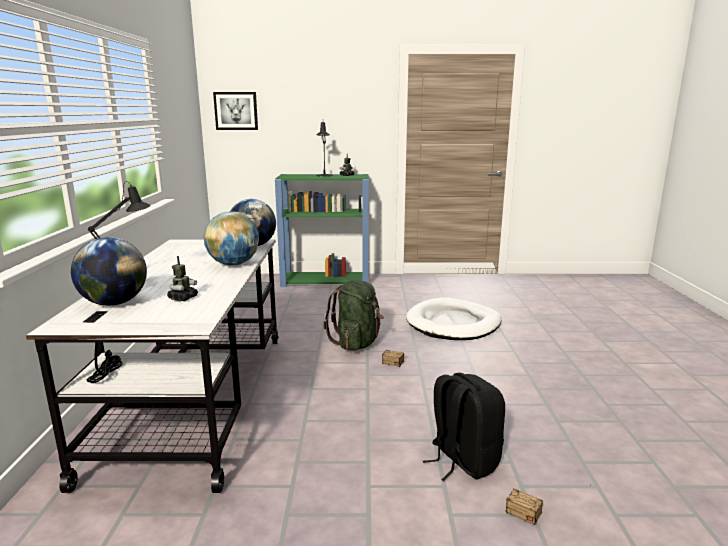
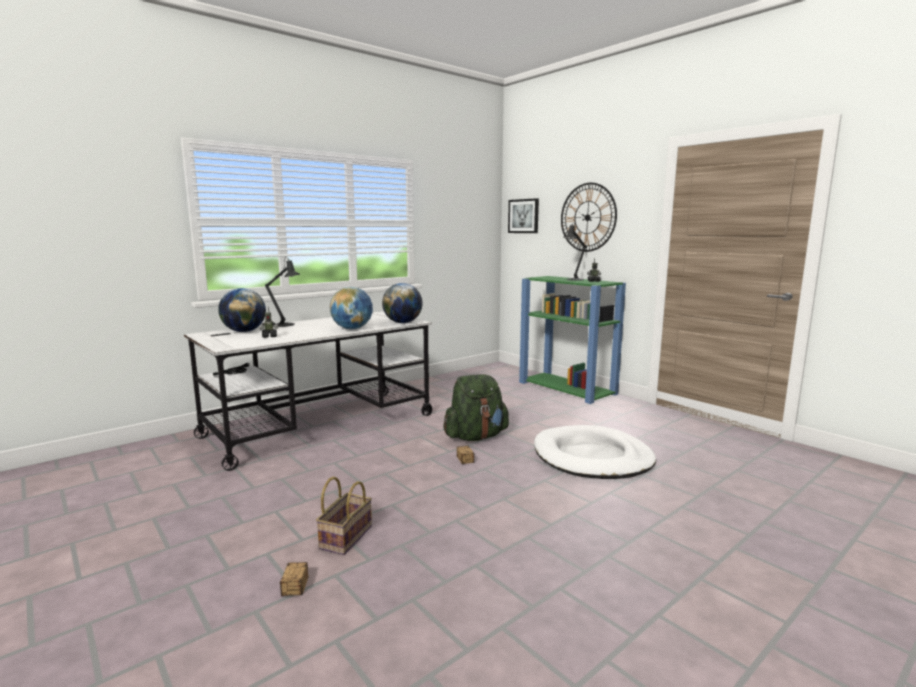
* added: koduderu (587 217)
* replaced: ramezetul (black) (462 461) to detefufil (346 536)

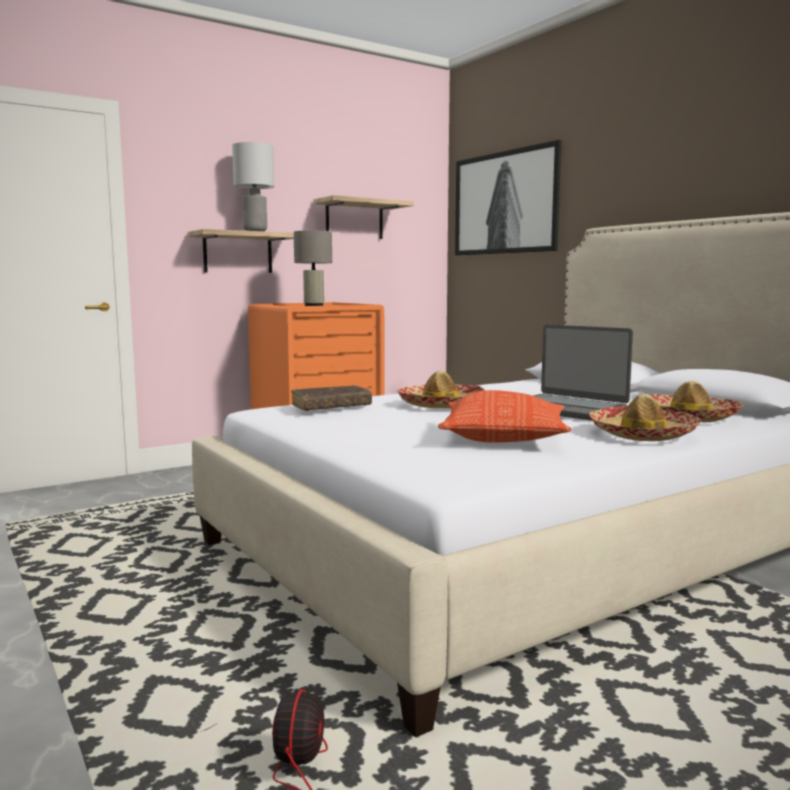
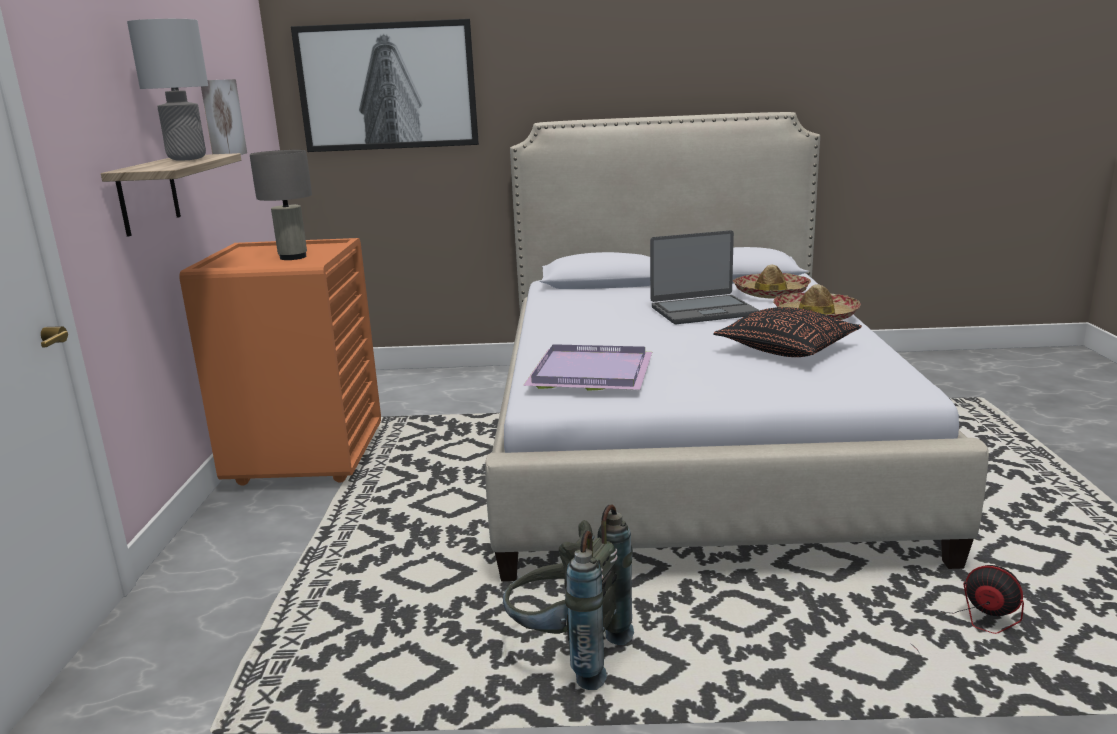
* removed: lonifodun (441 404)
* added: ramezetul (grey) (568 654)
* replaced: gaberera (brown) (331 407) to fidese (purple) (593 372)
* replaced: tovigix (354 220) to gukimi (221 119)
* recoloured: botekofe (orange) (504 438) to botekofe (black) (787 349)

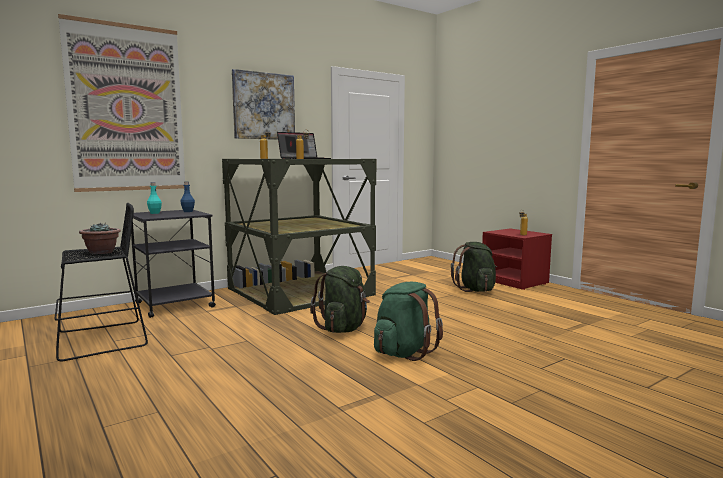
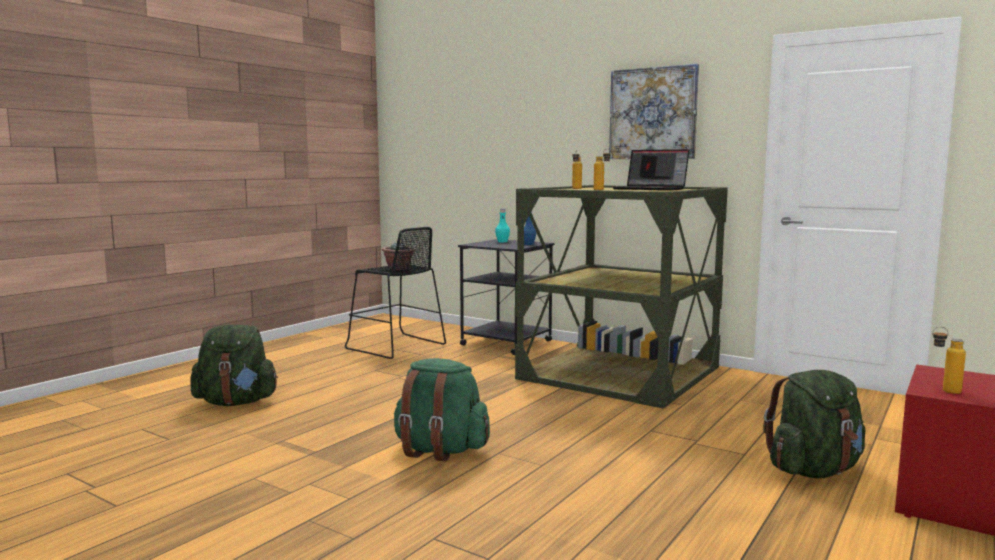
* removed: gukimi (127 108)
* moved: ramezetul (green) (343 328) to (236 402)

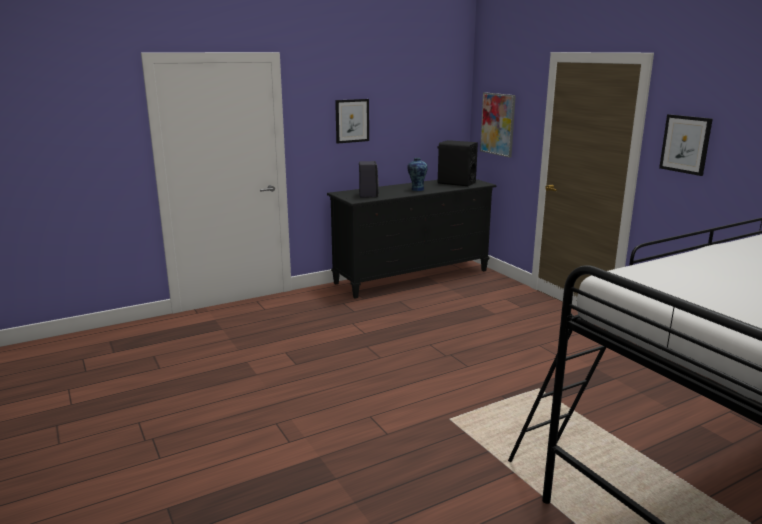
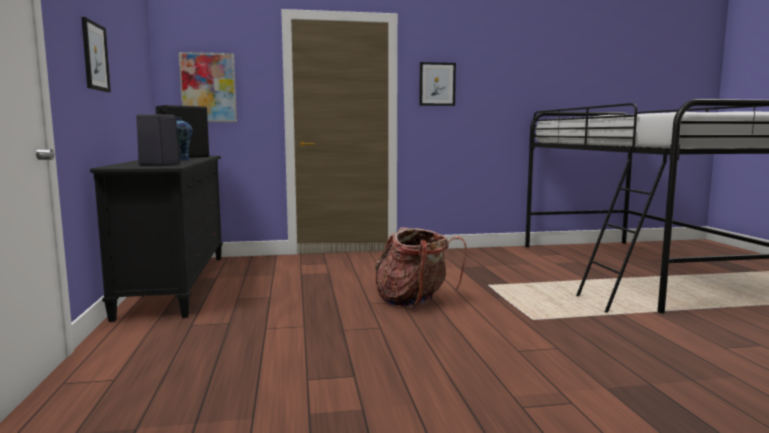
* added: ramezetul (415 301)

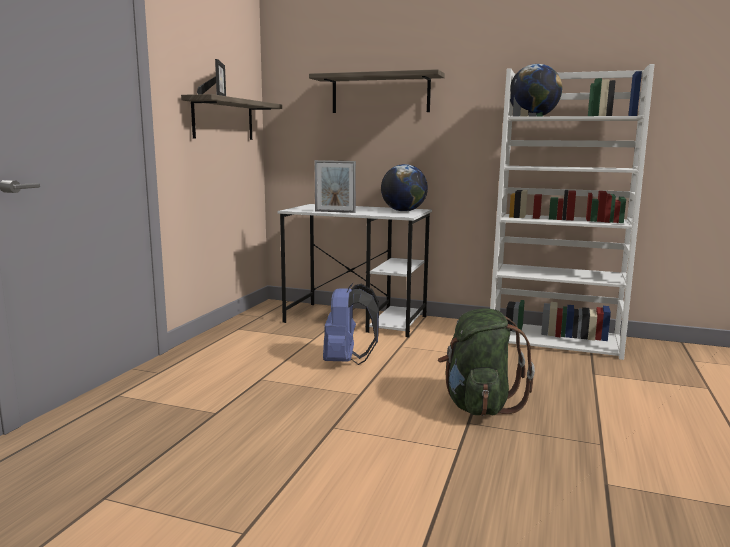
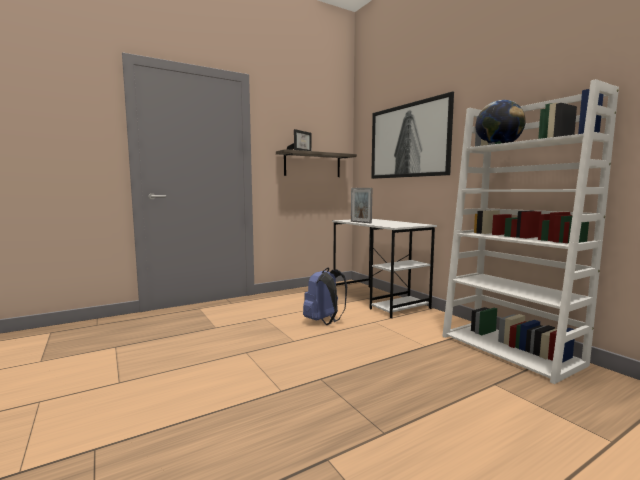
* removed: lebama (403 211)
* removed: ramezetul (green) (478 405)
* replaced: tovigix (380 94) to gukimi (409 141)

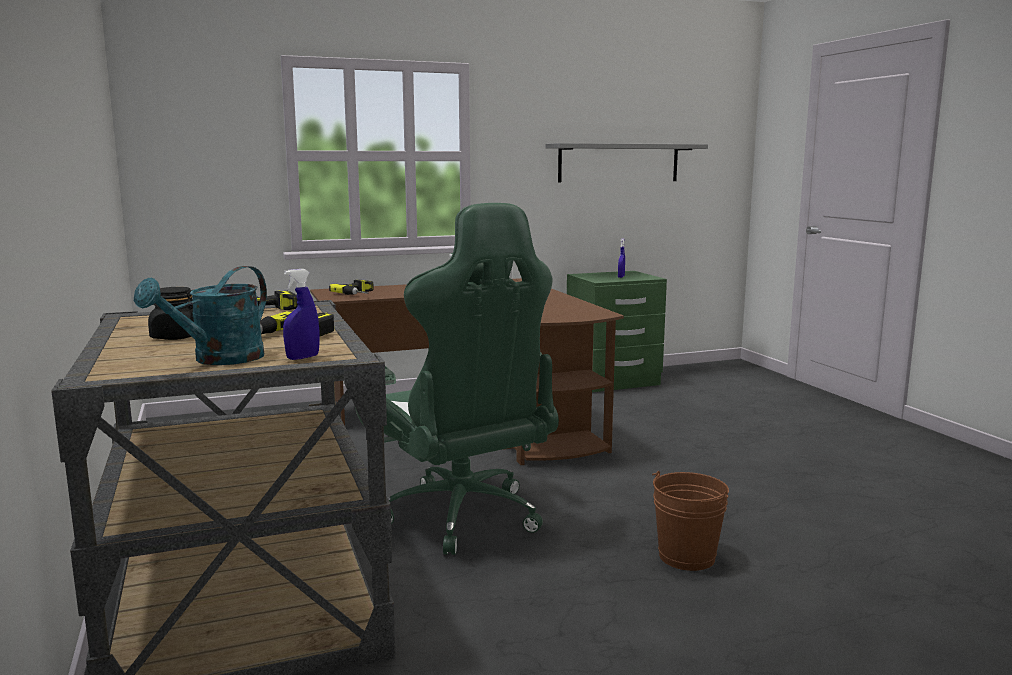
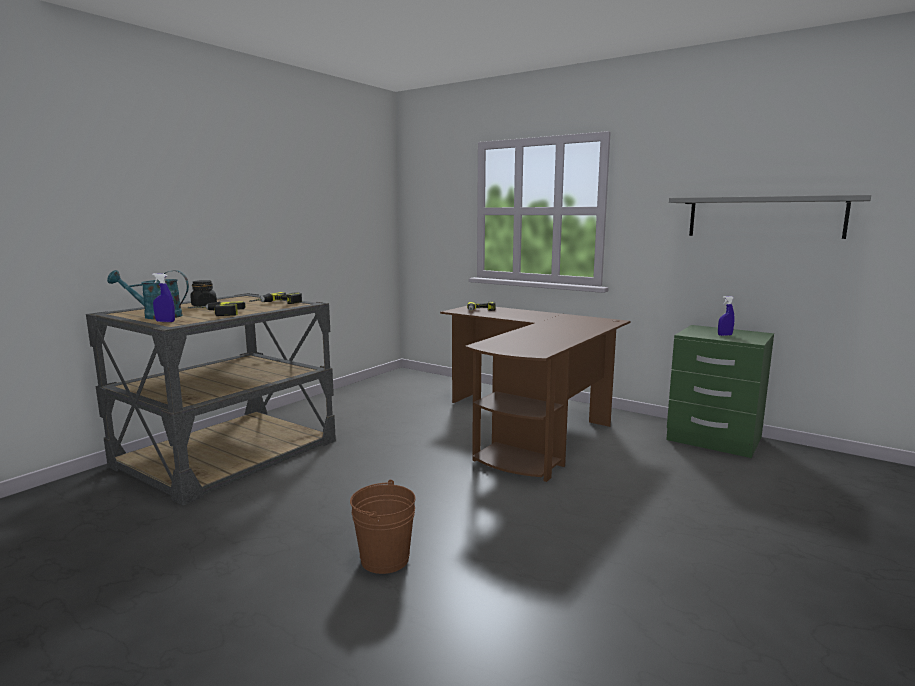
* removed: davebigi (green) (456 513)

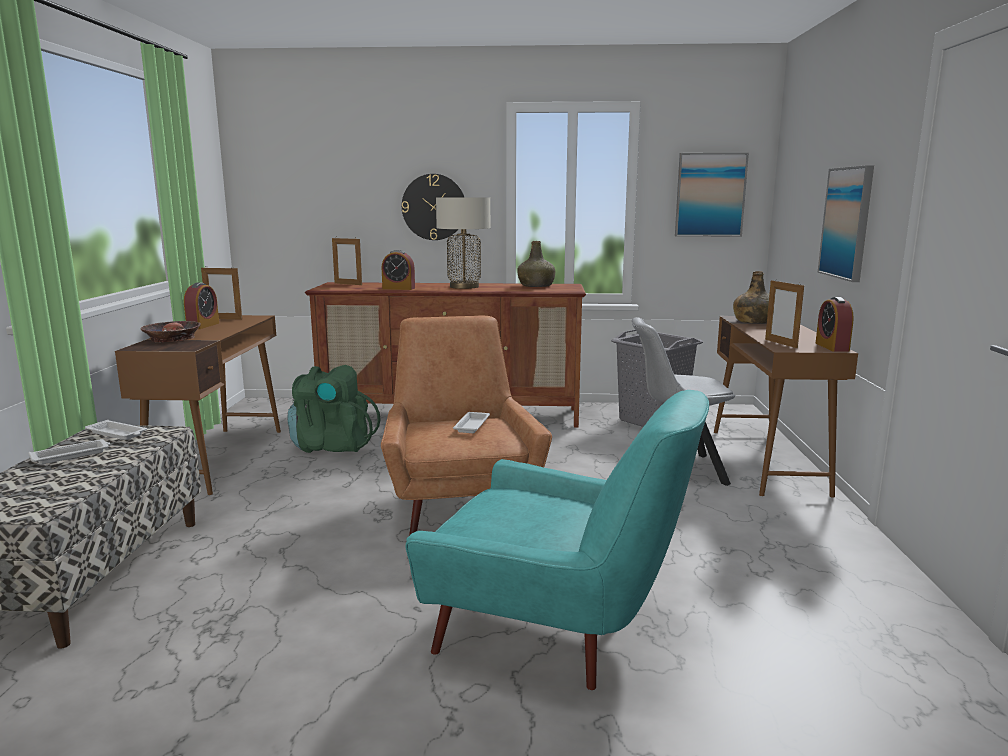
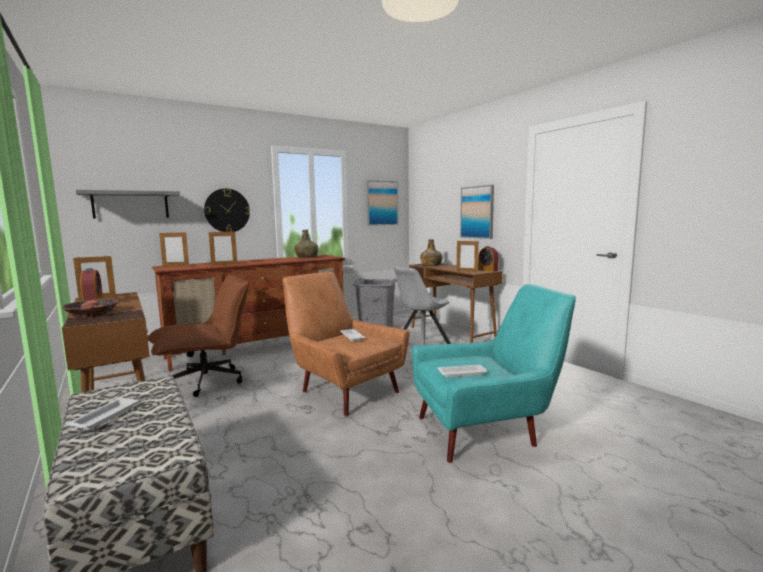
* removed: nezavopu (464 286)
* added: tovigix (grey) (131 205)
* moved: fidese (white) (117 434) to (463 373)
* replaced: ramezetul (green) (332 446) to davebigi (brown) (204 382)
* replaced: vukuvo (398 288) to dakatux (224 264)

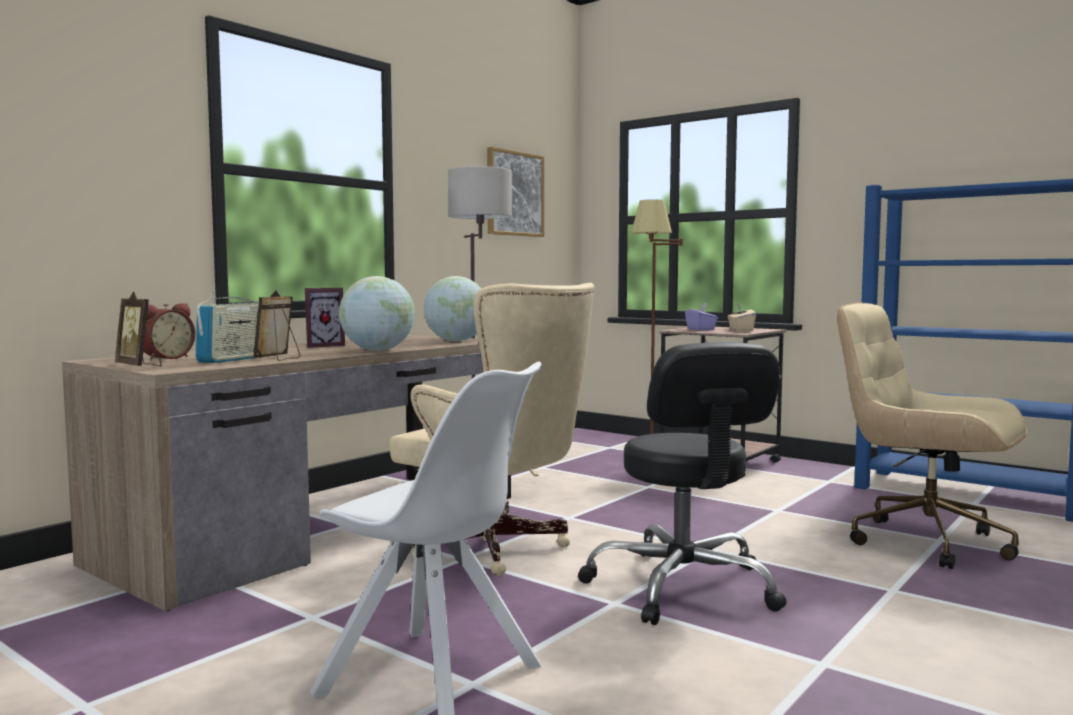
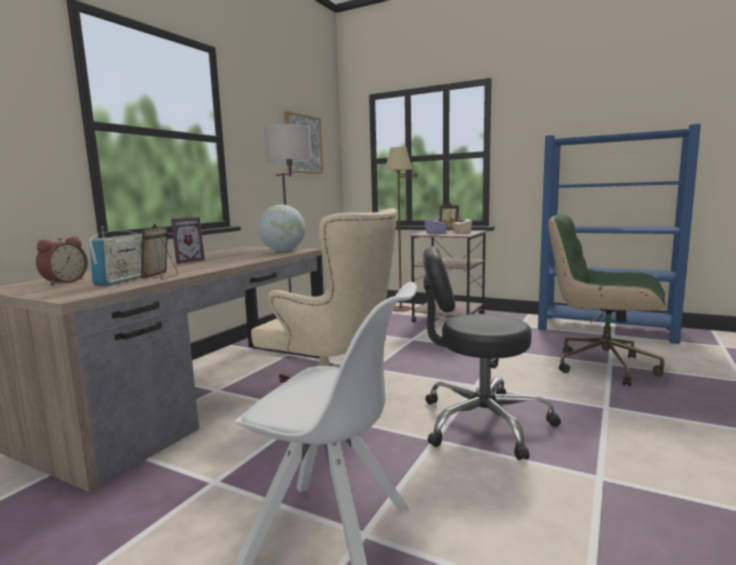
* removed: lebama (377 350)
* moved: dakatux (139 366) to (449 231)
* recoloured: davebigi (beige) (923 541) to davebigi (green) (601 366)
* turned: davebigi (black) (685 591) = (477 423) 120 degrees clockwise

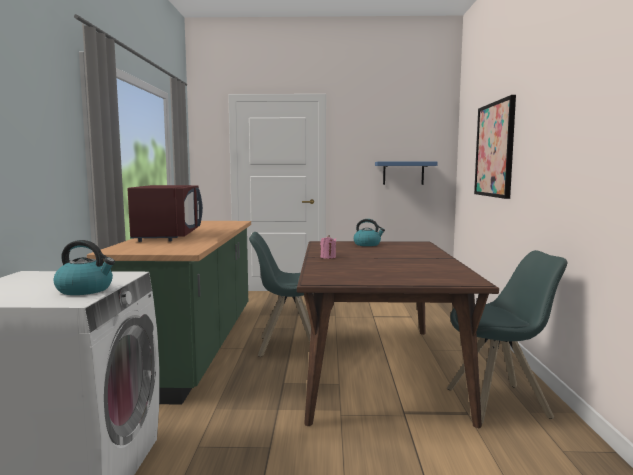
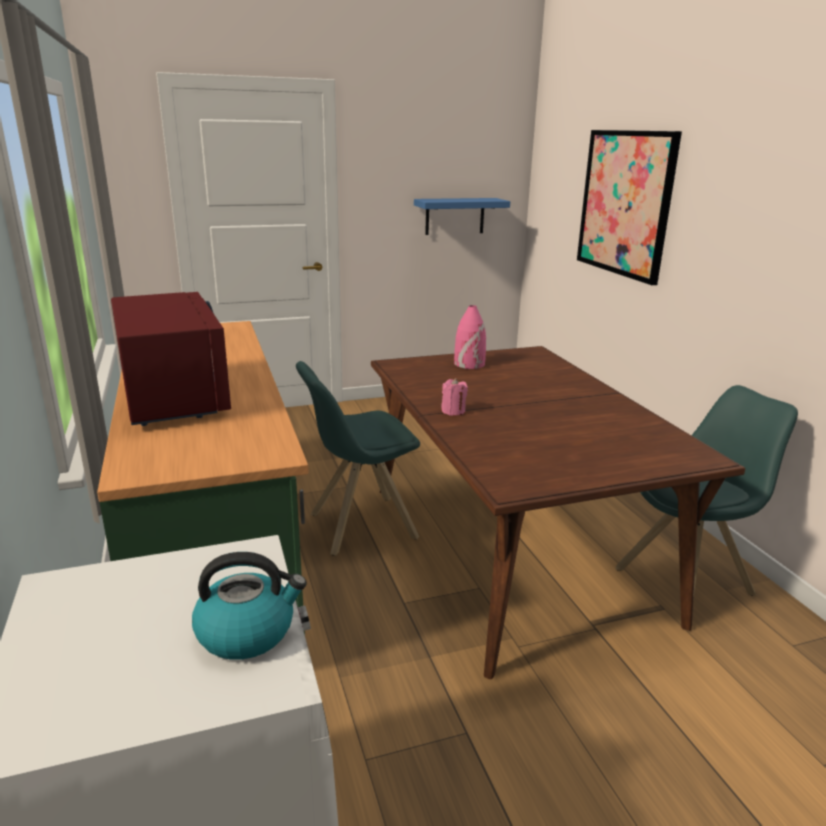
* replaced: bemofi (367 244) to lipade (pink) (469 364)

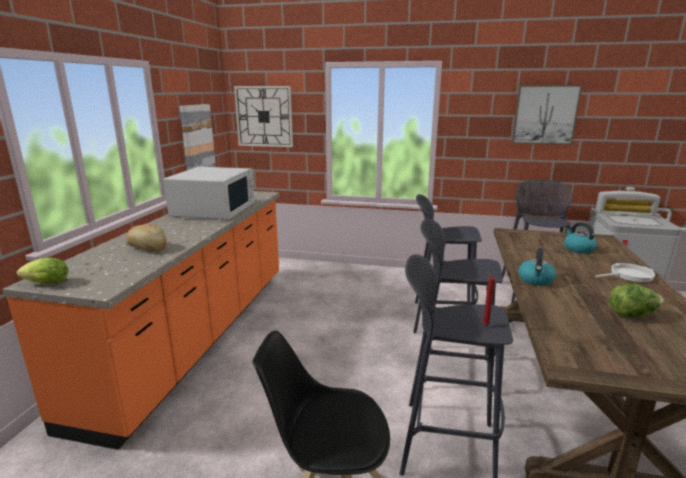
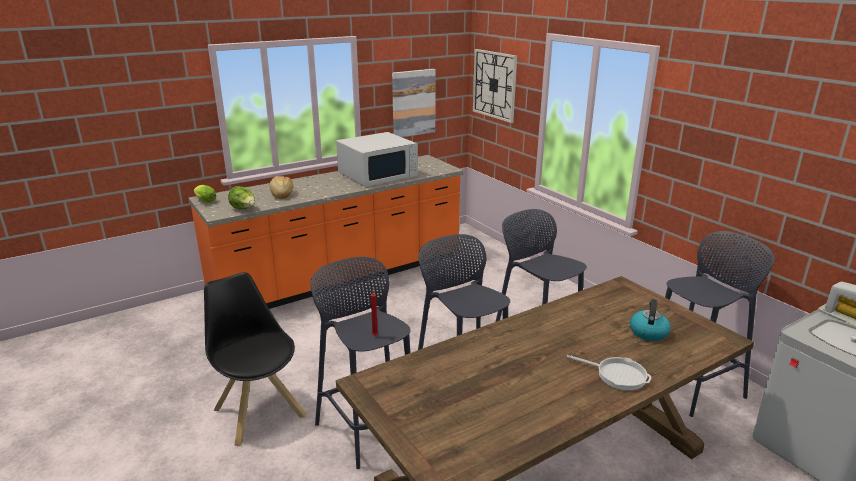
* removed: gukimi (545 115)
* removed: bemofi (536 280)
* moved: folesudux (632 315) to (244 209)

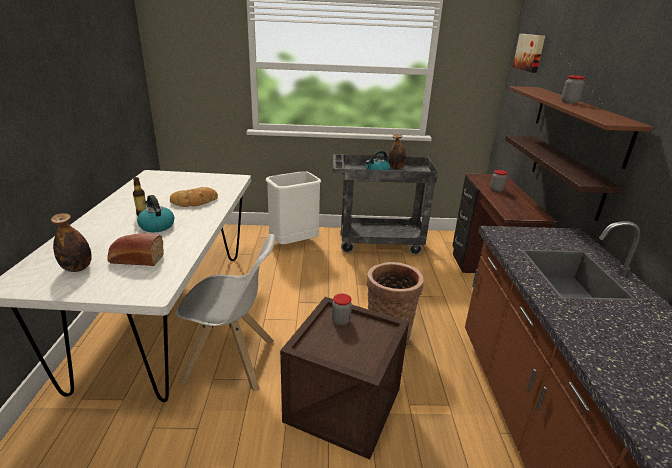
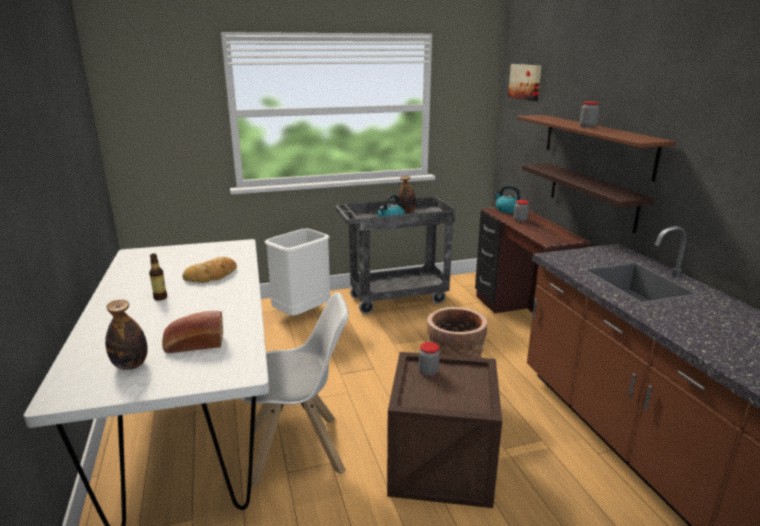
* moved: bemofi (156 226) to (507 210)

